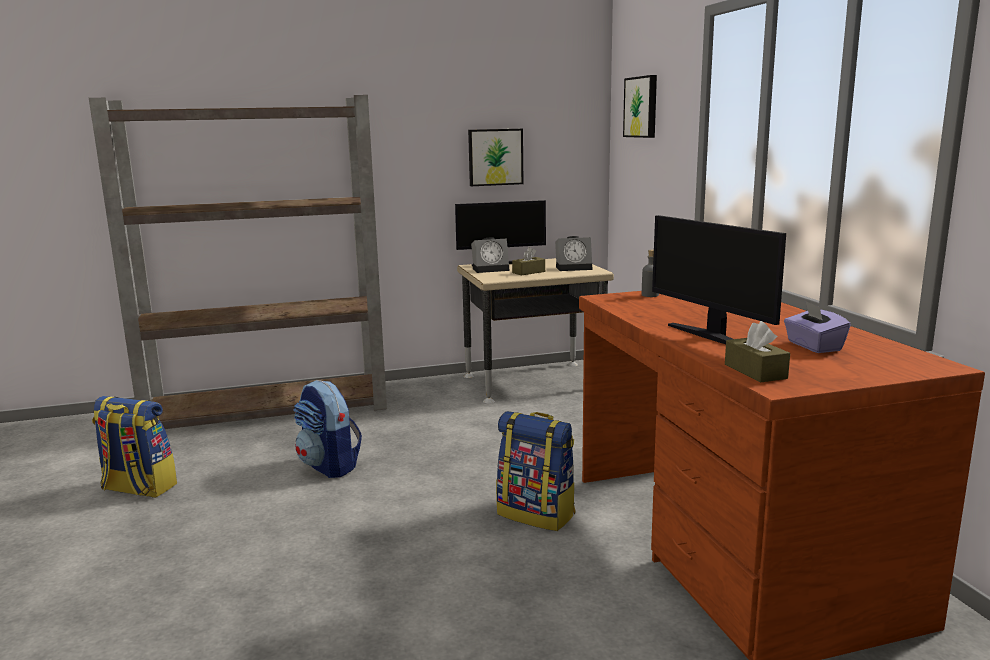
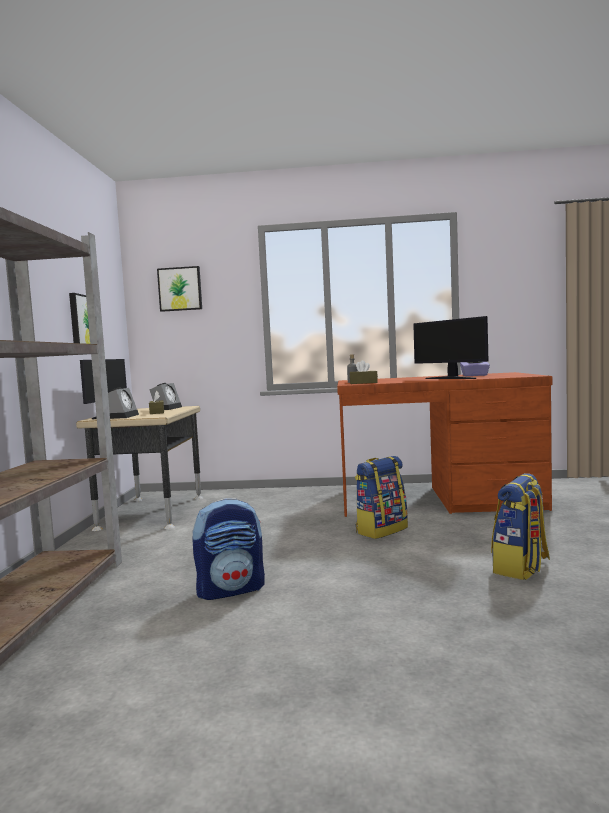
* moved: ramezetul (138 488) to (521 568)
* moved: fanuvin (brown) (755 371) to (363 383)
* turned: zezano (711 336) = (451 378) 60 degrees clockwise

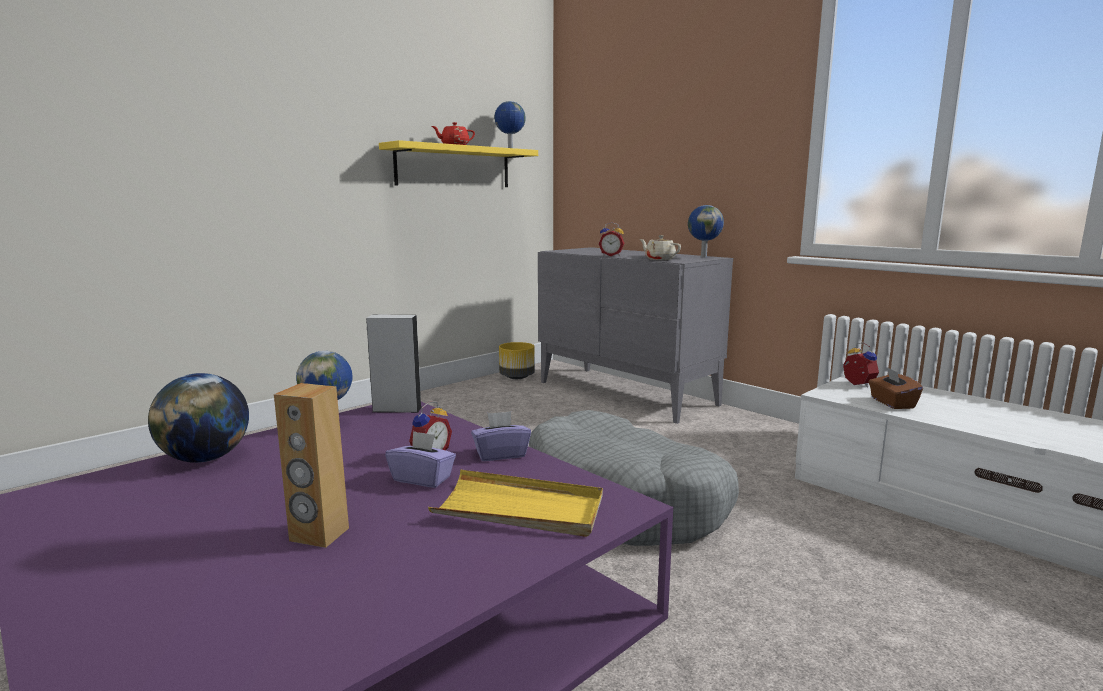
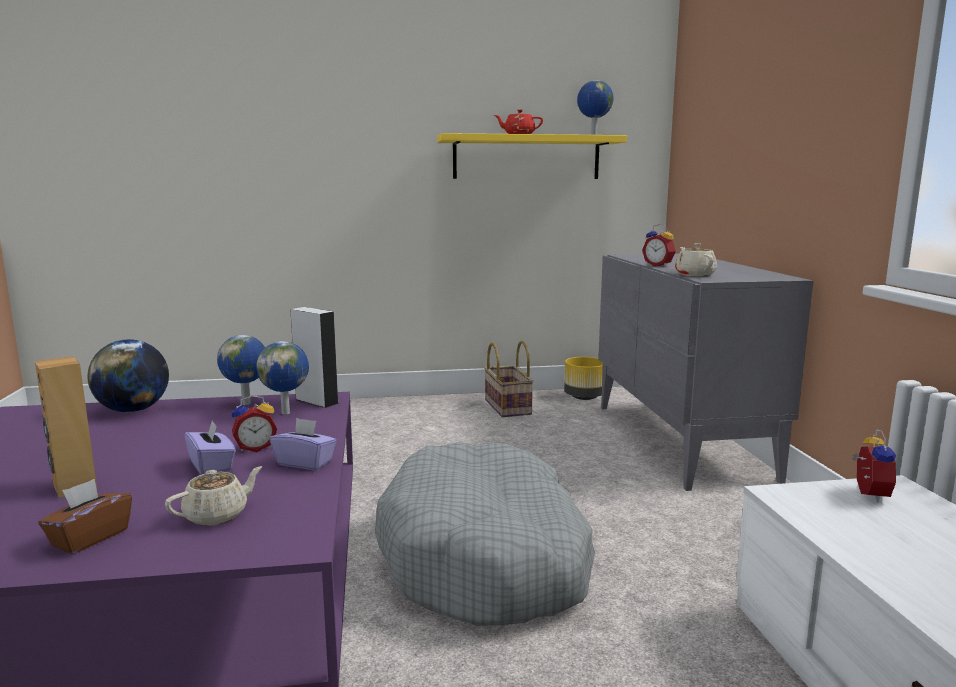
* added: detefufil (506 407)
* moved: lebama (703 257) to (286 412)
* moved: fanuvin (brown) (892 403) to (90 538)
* replaced: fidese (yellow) (520 509) to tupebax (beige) (217 515)

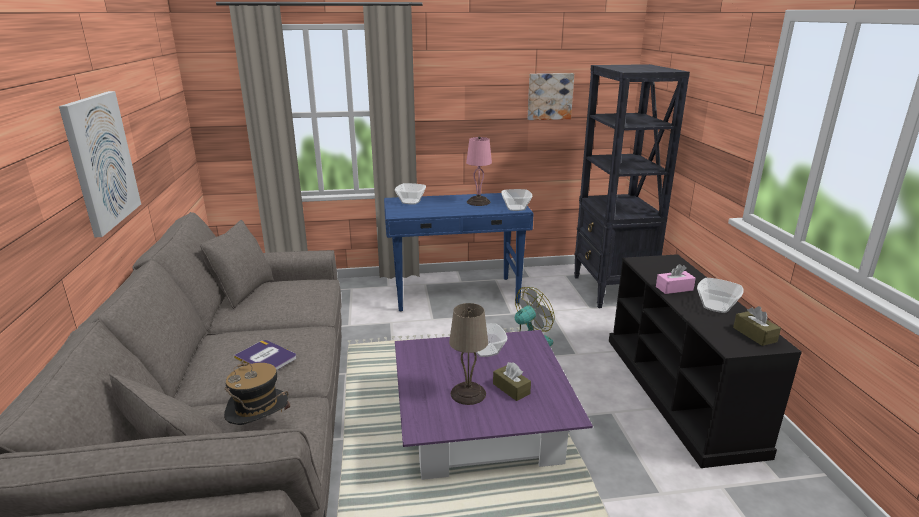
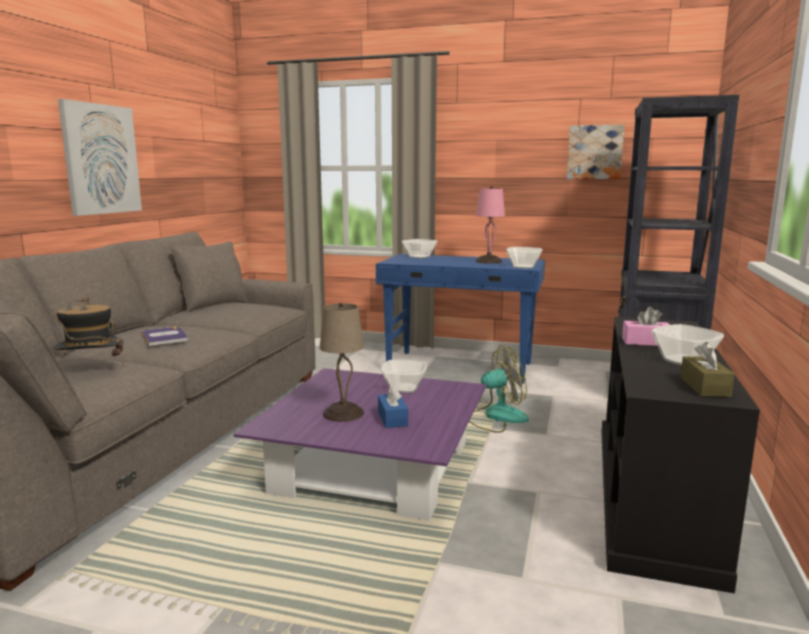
* recoloured: fanuvin (brown) (511 389) to fanuvin (blue) (392 418)

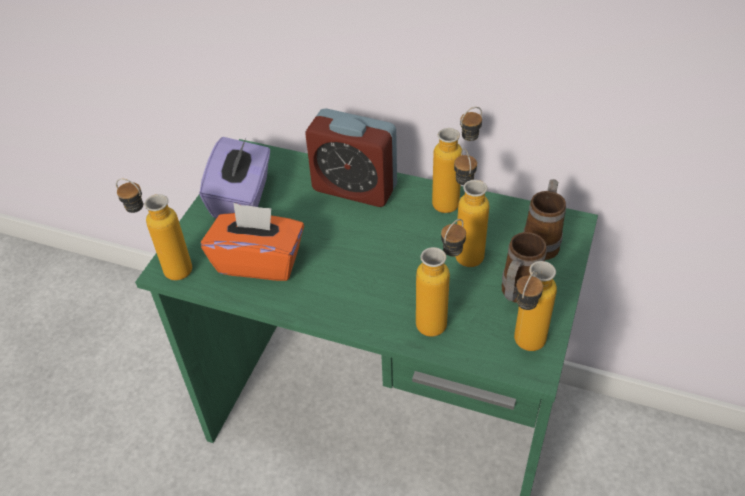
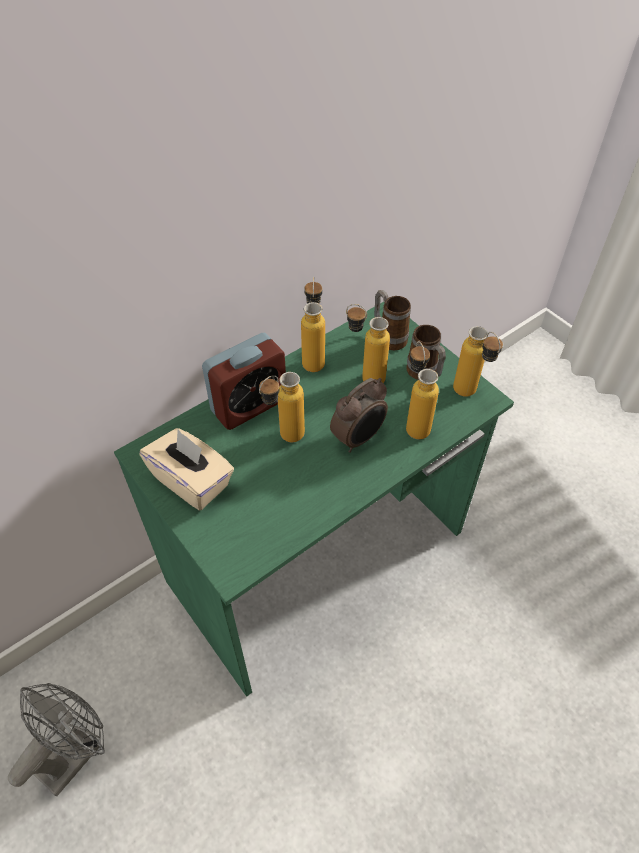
* removed: fanuvin (orange) (259 261)
* added: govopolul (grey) (75 751)
* added: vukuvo (359 438)
* moved: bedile (167 268) to (284 439)
* recoloured: fanuvin (purple) (242 198) to fanuvin (beige) (192 481)

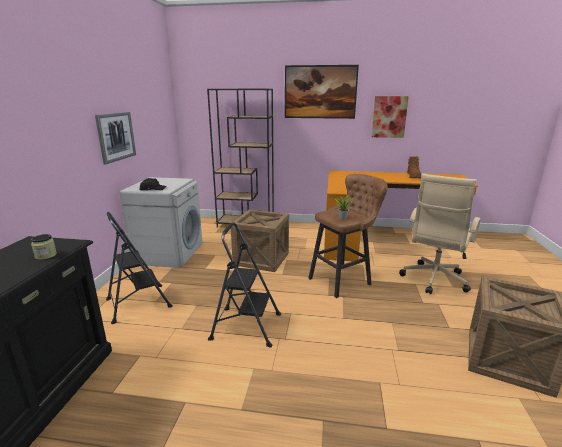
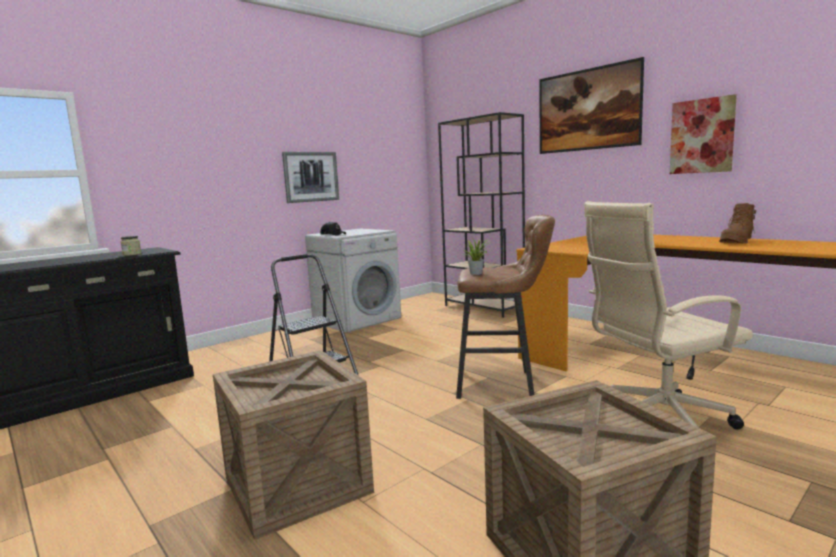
* removed: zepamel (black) (136 303)
* moved: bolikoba (261 259) to (297 485)

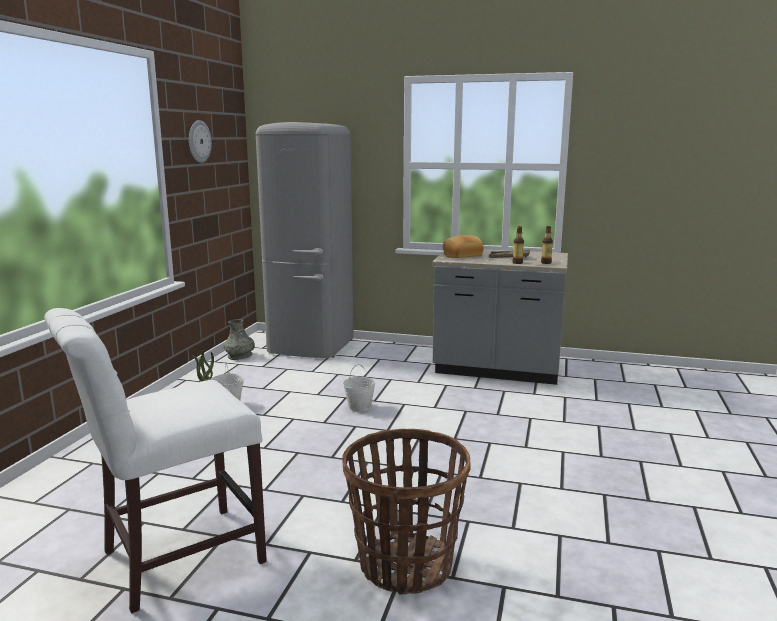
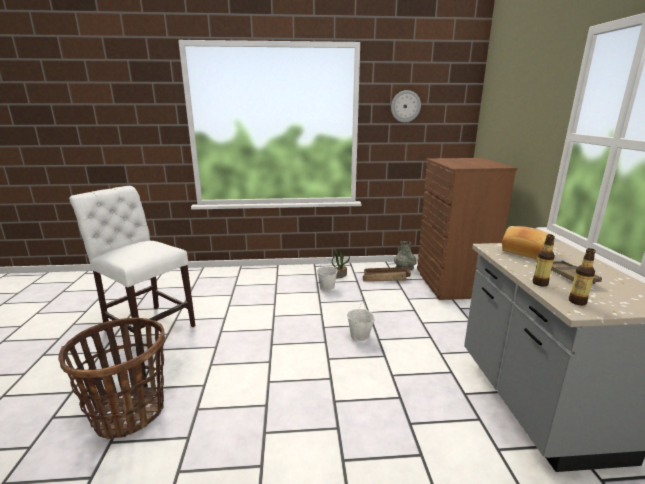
* added: bolikoba (386 278)
* replaced: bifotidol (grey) (310 347) to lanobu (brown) (453 285)

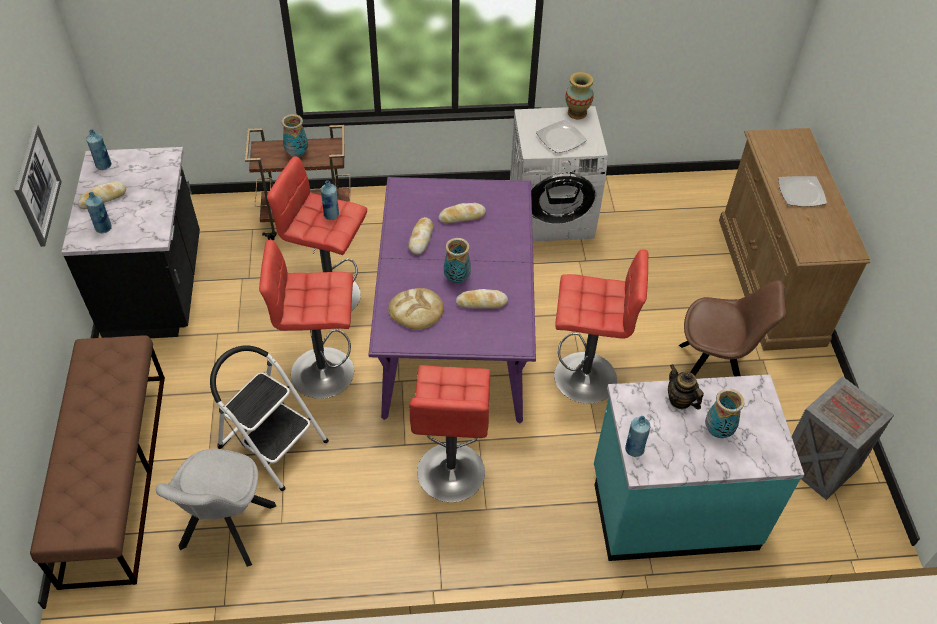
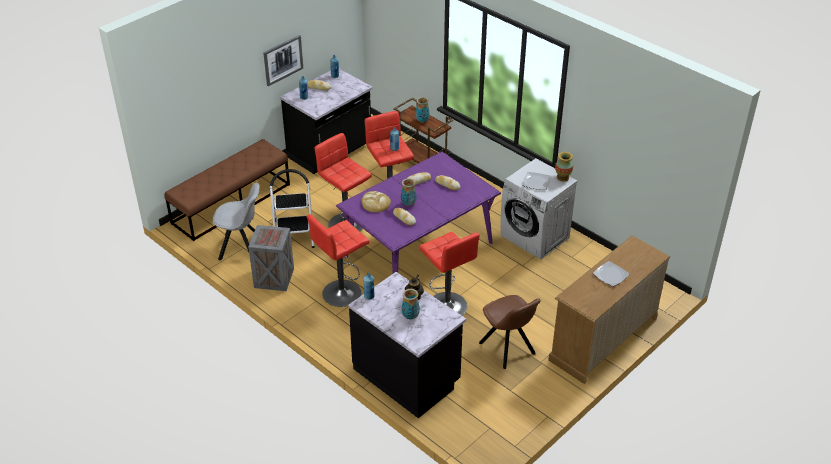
* moved: bolikoba (820 465) to (273 278)
* recoloured: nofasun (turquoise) (673 508) to nofasun (black) (407 375)
* turned: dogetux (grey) (227 528) = (242 247) 150 degrees counterclockwise

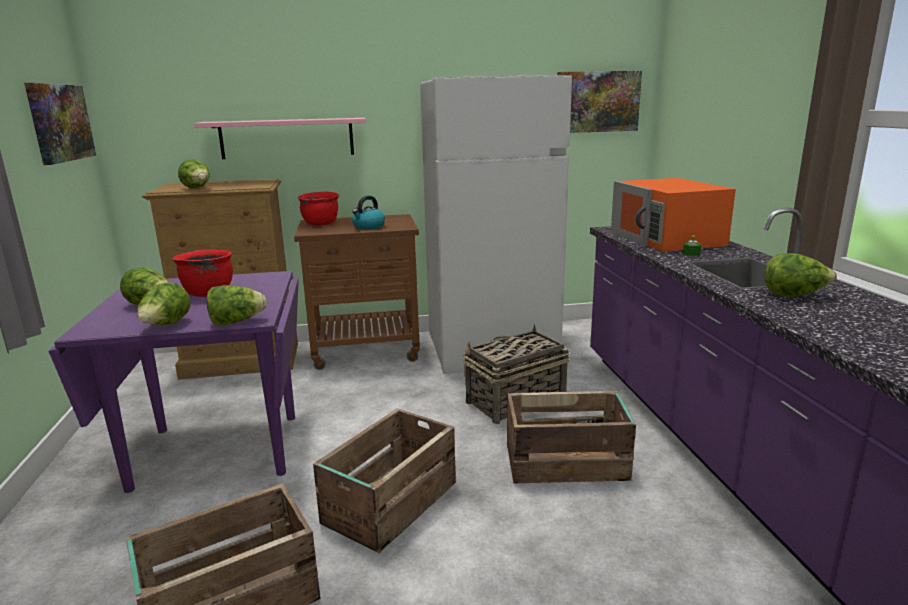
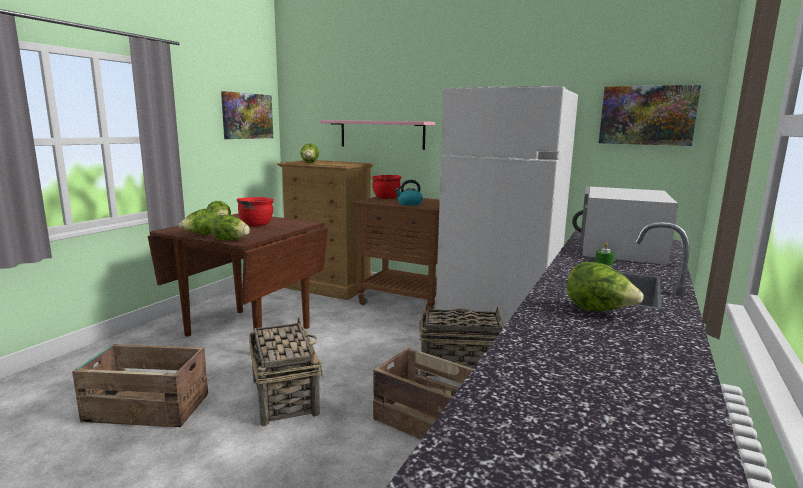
* replaced: bolikoba (388 504) to detefufil (284 396)
* recoloured: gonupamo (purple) (217 451) to gonupamo (brown) (247 331)
* recoloured: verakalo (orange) (667 238) to verakalo (white) (620 248)

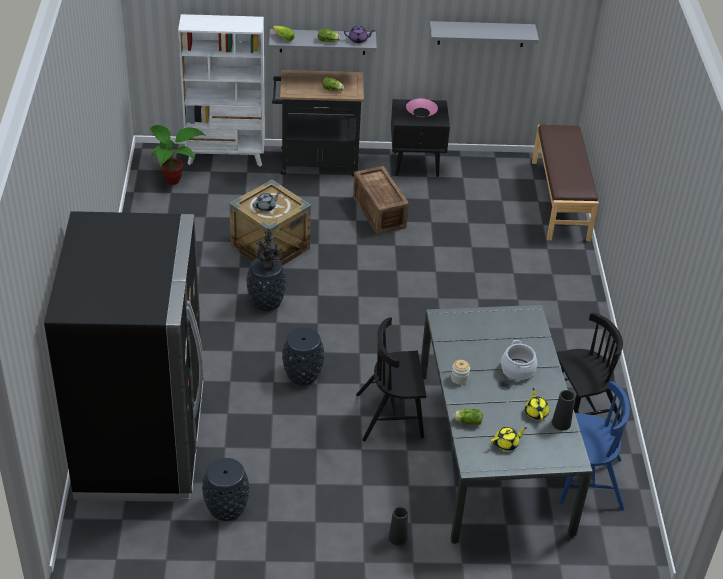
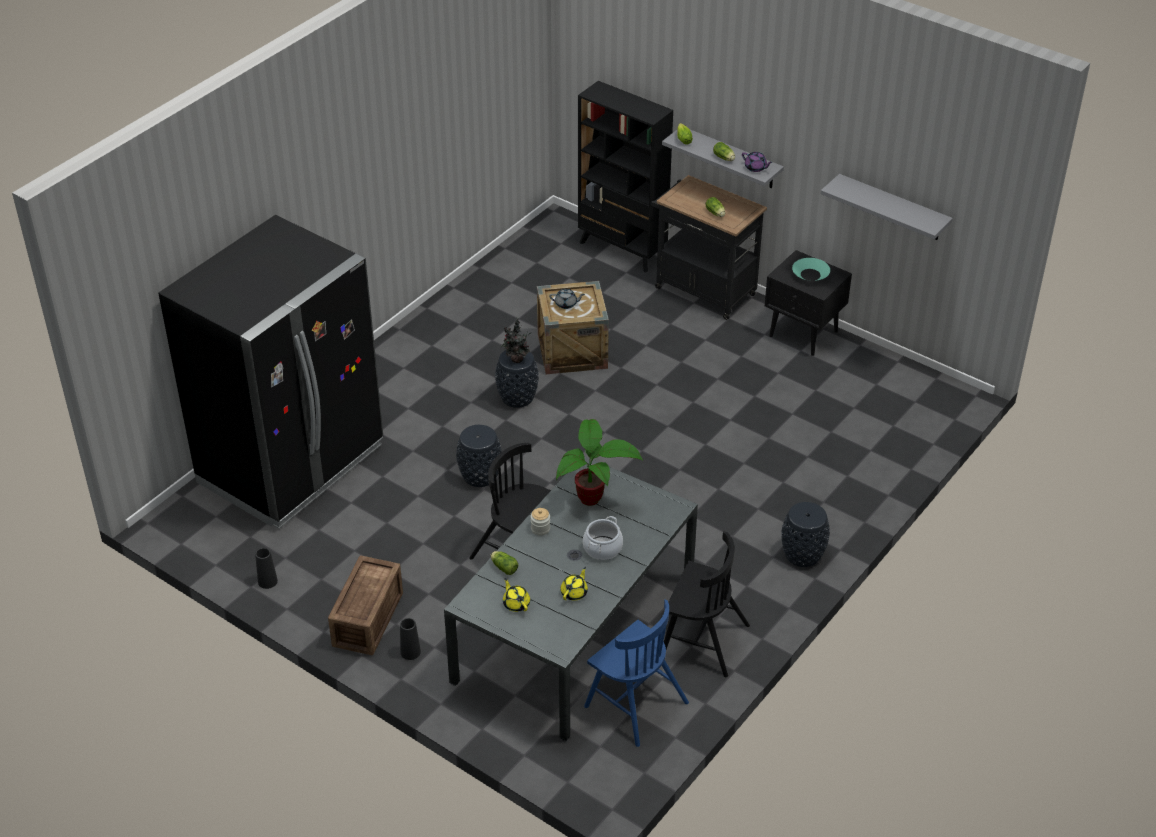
* removed: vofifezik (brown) (561 200)
* moved: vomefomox (175 179) to (594 498)
* moved: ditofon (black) (226 507) to (802 554)
* moved: bolikoba (378 213) to (366 620)
* moved: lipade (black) (561 423) to (267 581)
* recoloured: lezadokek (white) (226 156) to lezadokek (black) (622 249)
* recoloured: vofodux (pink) (421 112) to vofodux (turquoise) (810 274)
* turned: tupebax (yellow) (506 443) = (516 603) 135 degrees counterclockwise

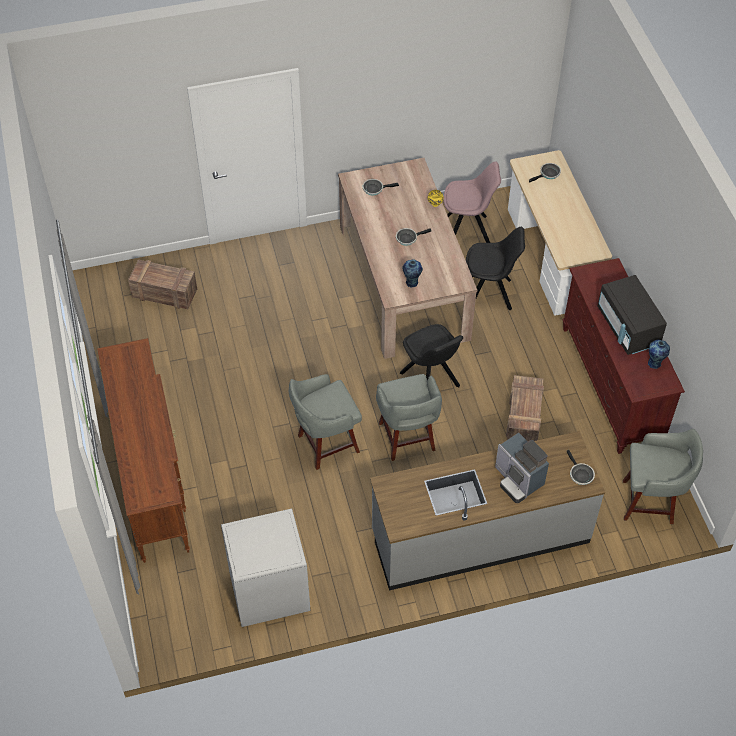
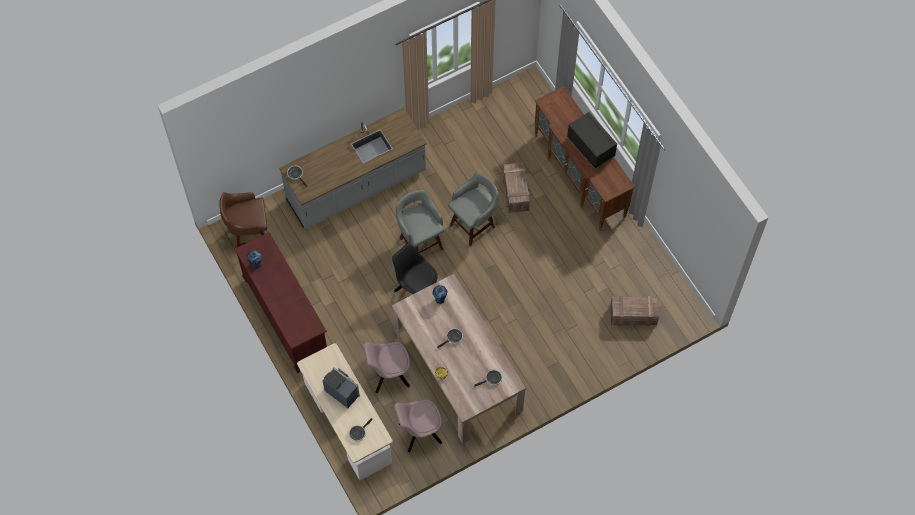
* removed: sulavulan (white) (269 590)
* moved: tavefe (518 480) to (342 391)
* moved: bolikoba (523 418) to (516 193)
* moved: verakalo (black) (628 328) to (590 147)
* recoloured: dogetux (black) (489 294) to dogetux (pink) (389 375)
* recoloured: ditofon (grey) (651 502) to ditofon (brown) (249 236)

